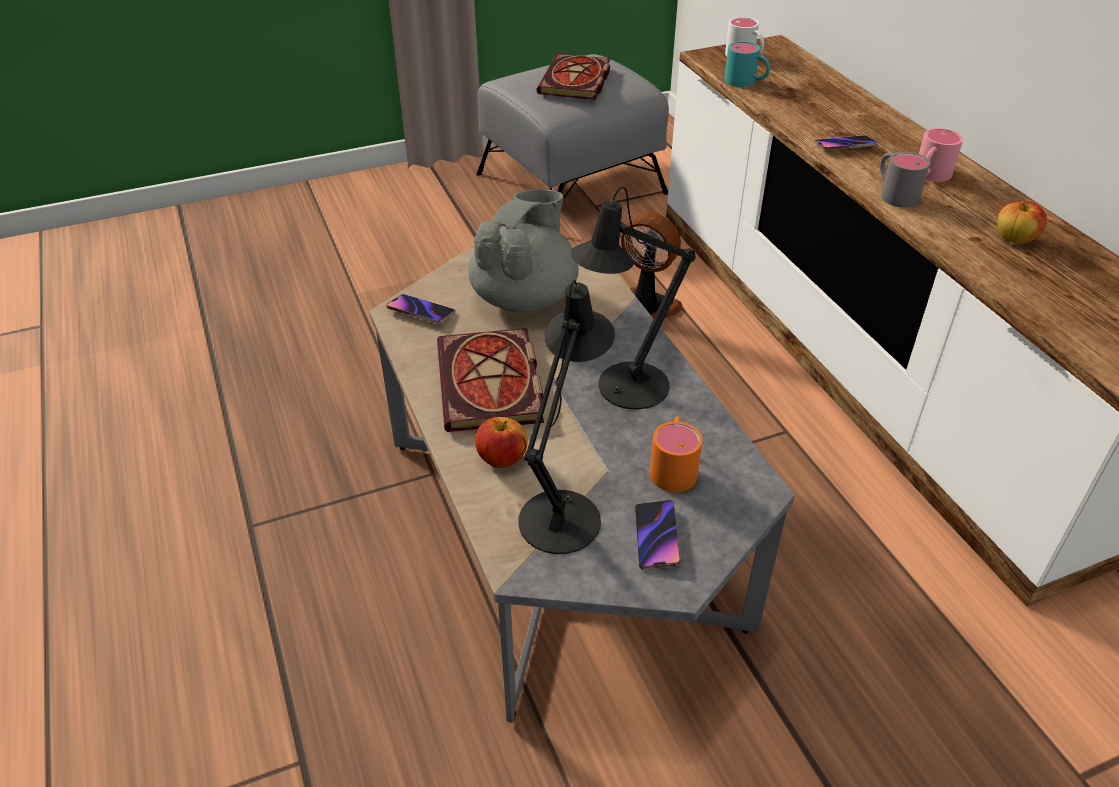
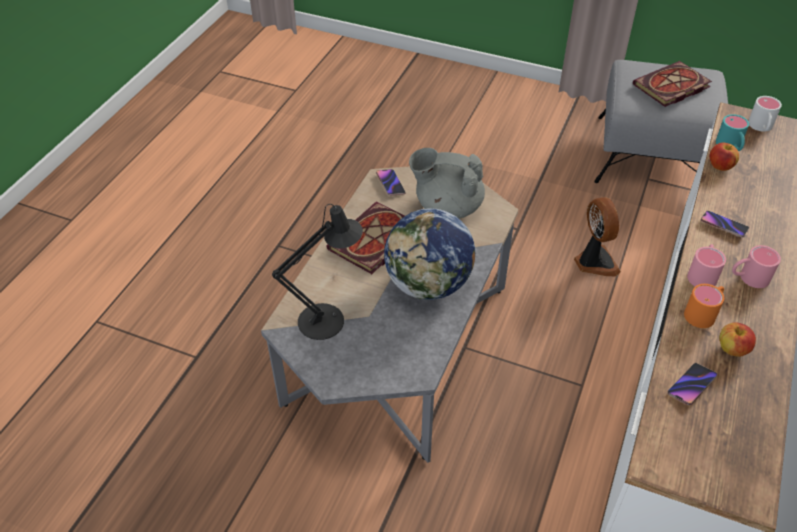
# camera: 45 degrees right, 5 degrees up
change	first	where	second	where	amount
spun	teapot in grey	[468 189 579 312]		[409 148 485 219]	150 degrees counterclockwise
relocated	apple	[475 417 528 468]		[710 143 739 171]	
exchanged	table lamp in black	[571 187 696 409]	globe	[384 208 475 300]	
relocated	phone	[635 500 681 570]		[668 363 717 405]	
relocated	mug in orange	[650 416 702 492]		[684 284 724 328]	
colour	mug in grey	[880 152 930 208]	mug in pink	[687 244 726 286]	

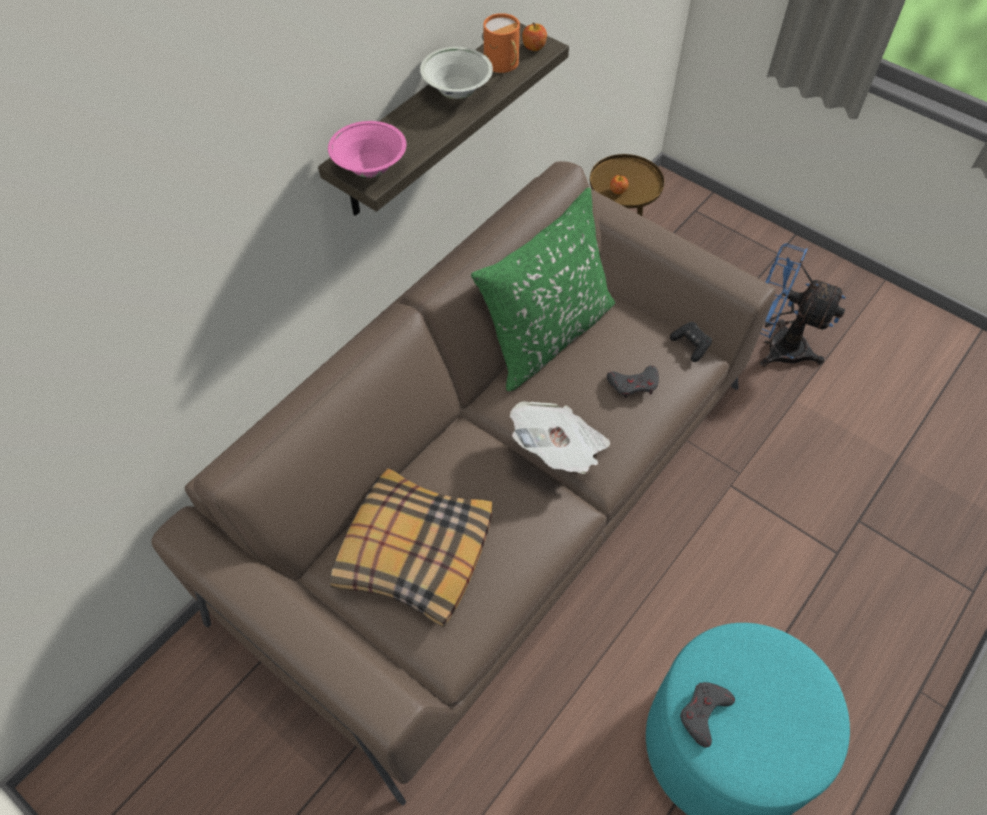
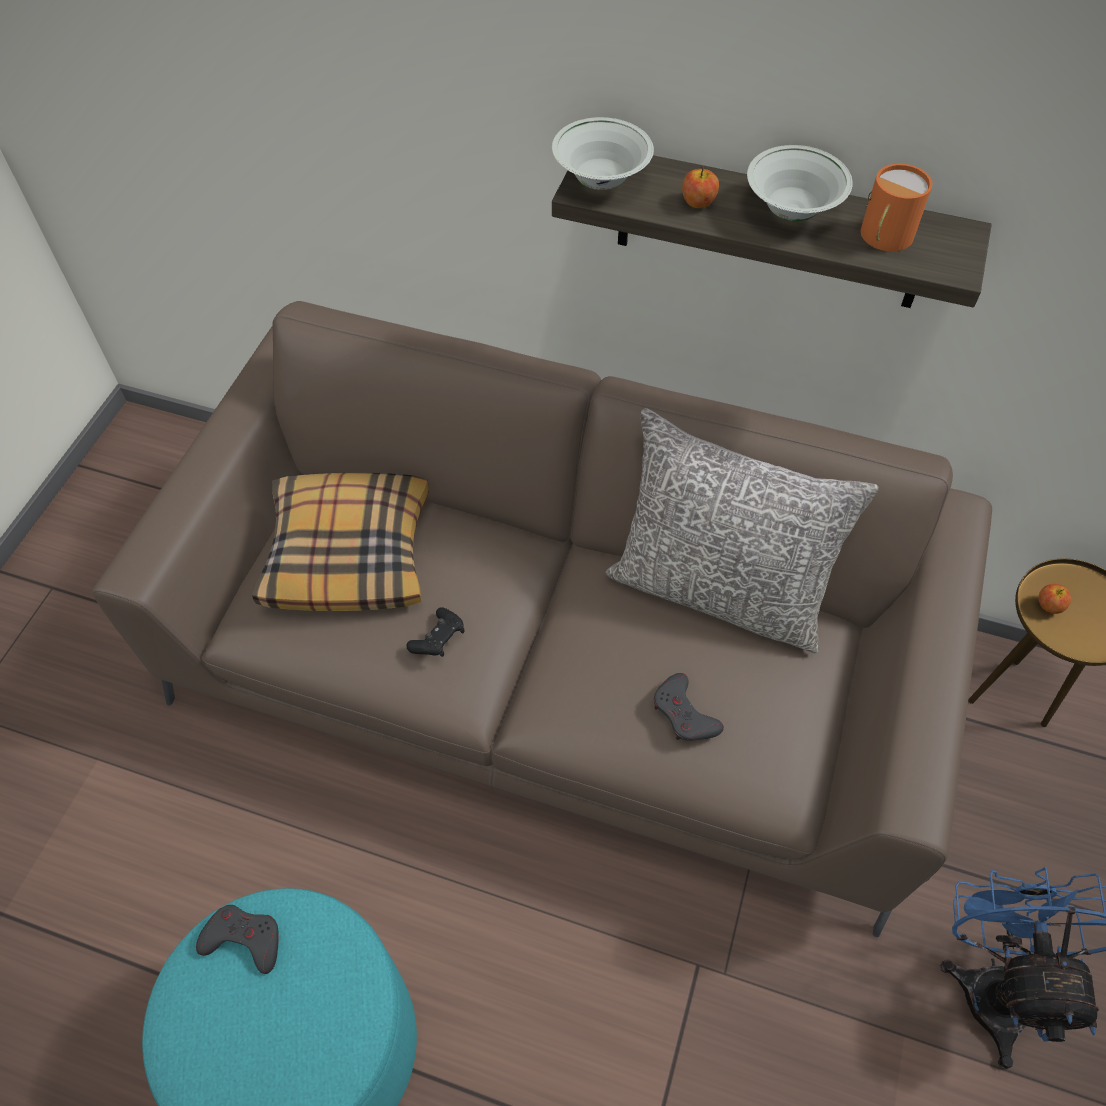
# camera: 70 degrees right, 0 degrees up
change	first	where	second	where	amount
colour	bowl in pink	[328 121 406 178]	bowl in white	[552 117 654 190]	
colour	pillow in green	[471 187 615 391]	pillow in grey	[606 408 879 653]	
missing	newspaper	[510 401 610 474]			
relocated	apple	[522 22 547 51]		[682 166 719 208]	
relocated	game controller in black	[670 322 712 362]		[406 607 464 657]	

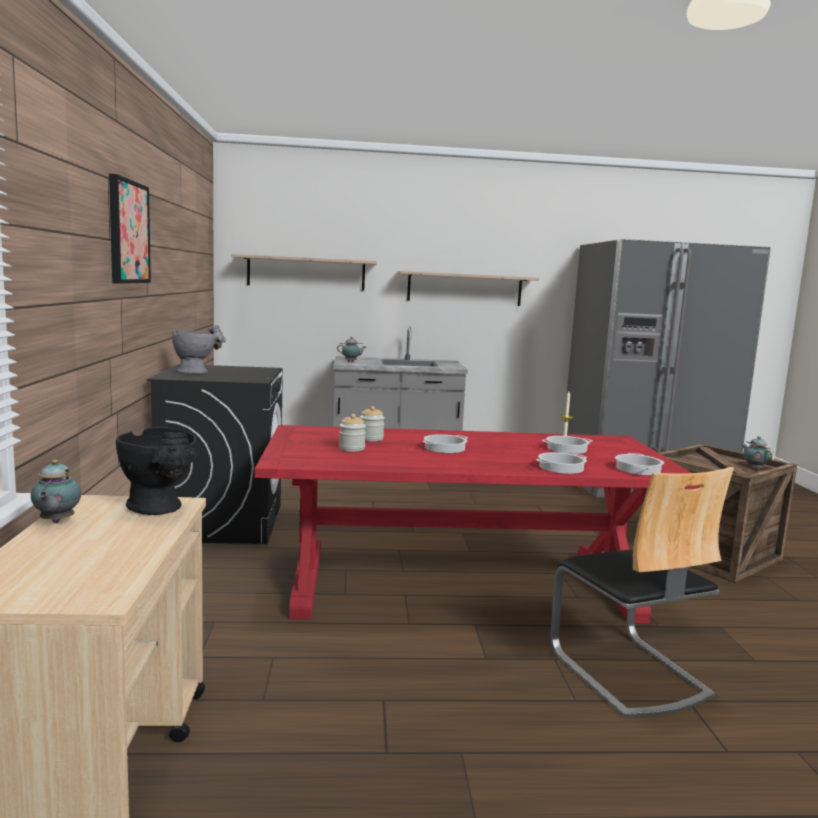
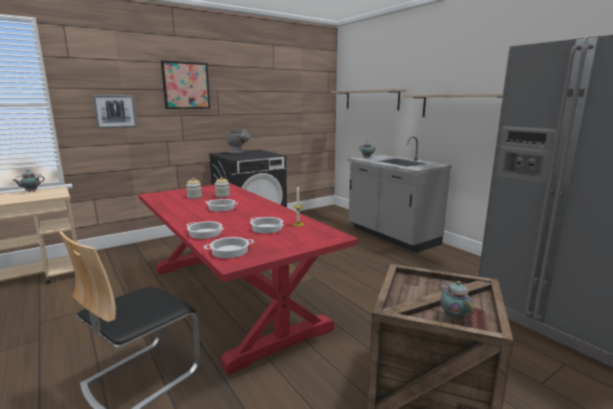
# camera: 60 degrees right, 5 degrees up
change	first	where	second	where	amount
missing	vase in black	[116 427 198 515]			
spun	teapot	[741 436 773 470]		[440 281 474 321]	60 degrees counterclockwise
appeared			picture	[92 95 137 129]	

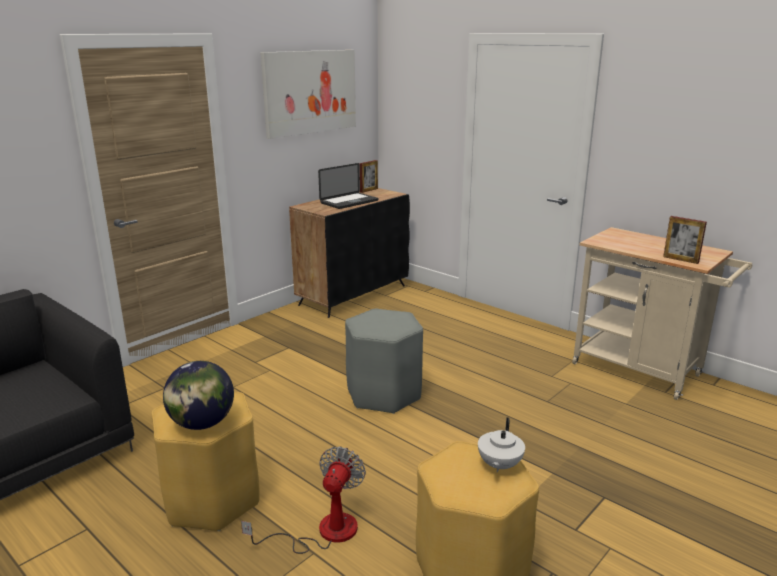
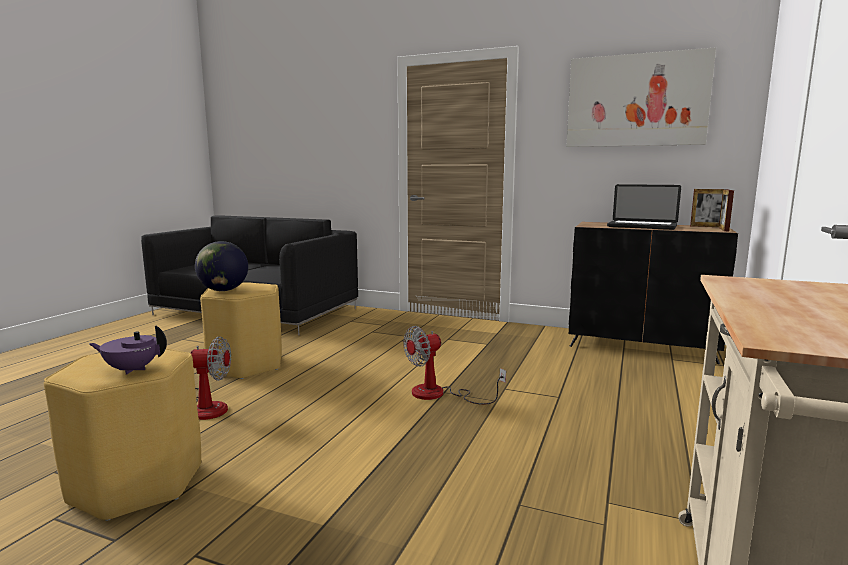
# camera: 70 degrees right, 10 degrees down
change	first	where	second	where	amount
exchanged	stool in grey	[345 309 423 414]	fan	[403 326 506 405]	
colour	teapot in white	[478 417 525 473]	teapot in purple	[89 326 167 375]	
relocated	picture frame	[663 216 707 264]		[719 189 734 231]	

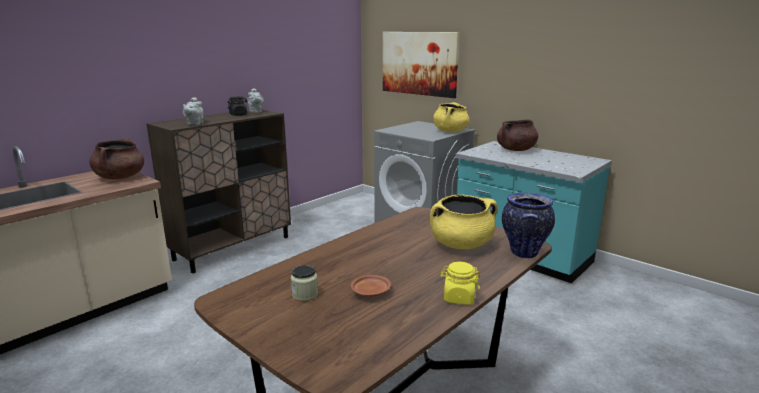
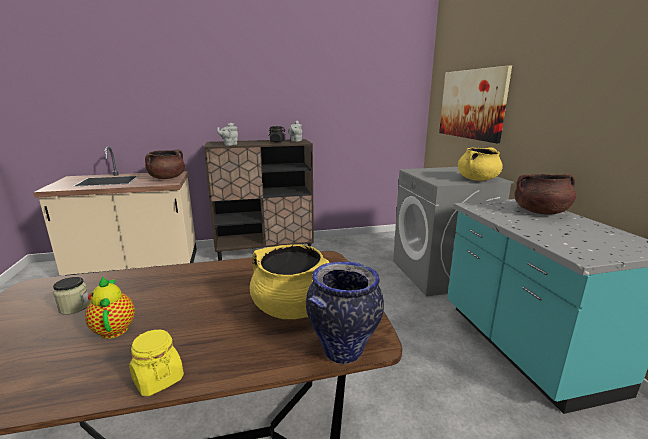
# camera: 35 degrees right, 0 degrees up
change	first	where	second	where	amount
exchanged	plate in brown	[350 275 391 297]	teapot	[85 277 135 339]	

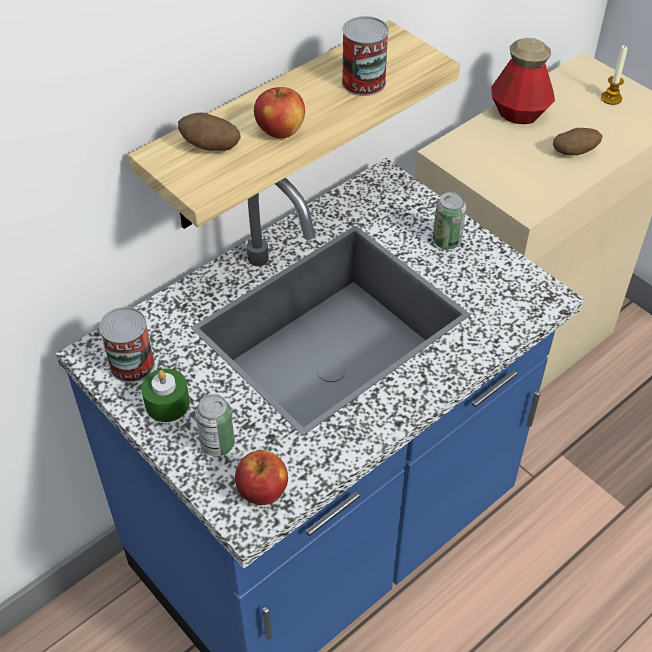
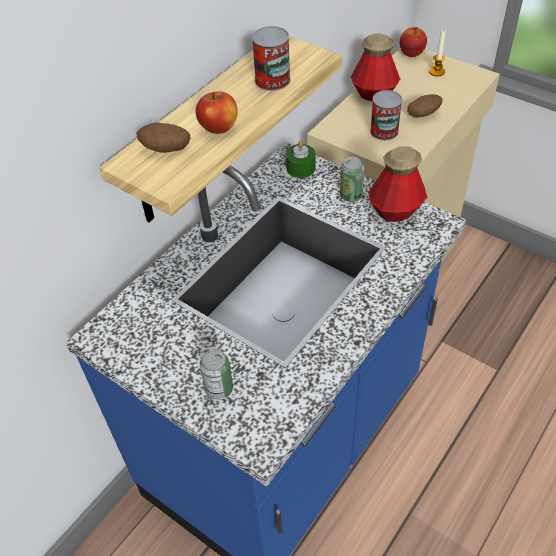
# camera: 10 degrees left, 0 degrees up
change	first	where	second	where	amount
relocated	can	[99 307 155 382]		[370 90 402 141]	
relocated	candle in green	[141 368 190 422]		[286 140 315 178]	
relocated	apple	[235 450 288 505]		[400 27 427 57]	
appeared			bottle	[368 146 427 222]	

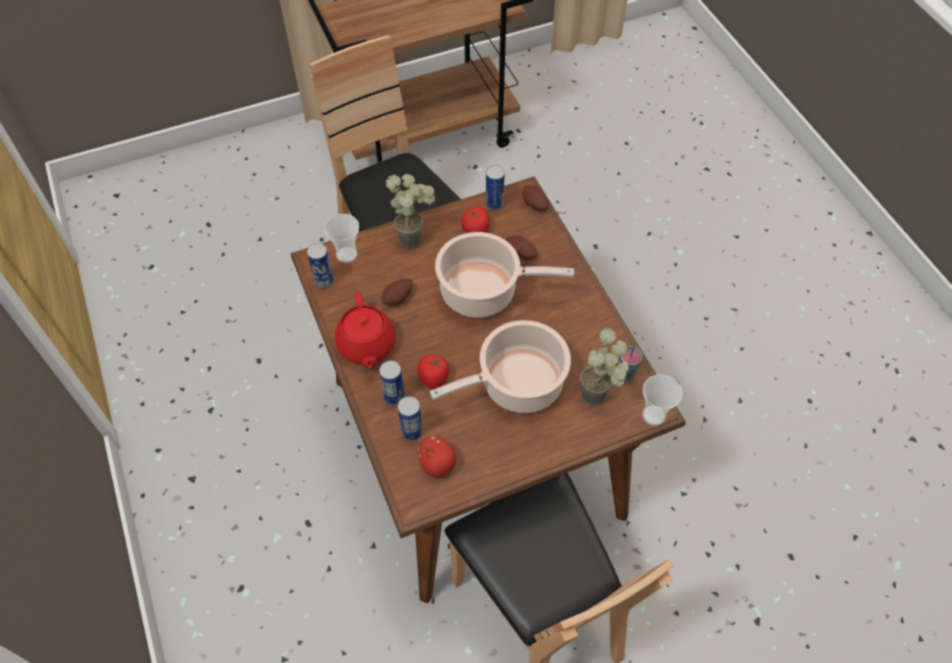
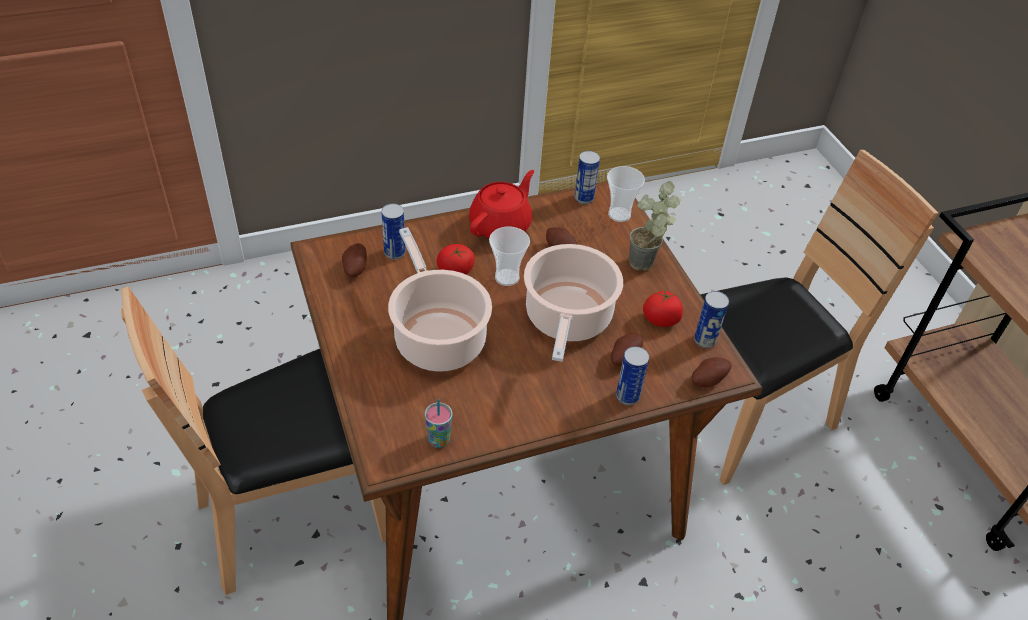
# camera: 90 degrees right, 10 degrees down
change	first	where	second	where	amount
spun	teapot in red	[335 292 396 369]		[469 170 534 238]	135 degrees clockwise
relocated	can	[379 361 405 405]		[616 346 649 405]	
exchanged	apple	[418 436 456 478]	potato	[342 243 367 277]	
missing	potted plant	[580 328 629 406]			
relocated	cup	[642 374 683 426]		[489 227 530 286]	

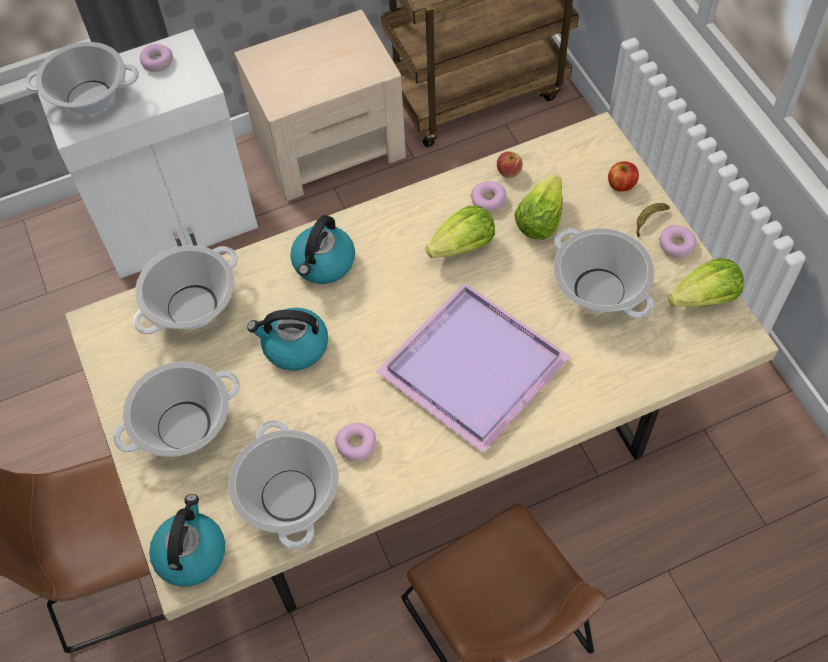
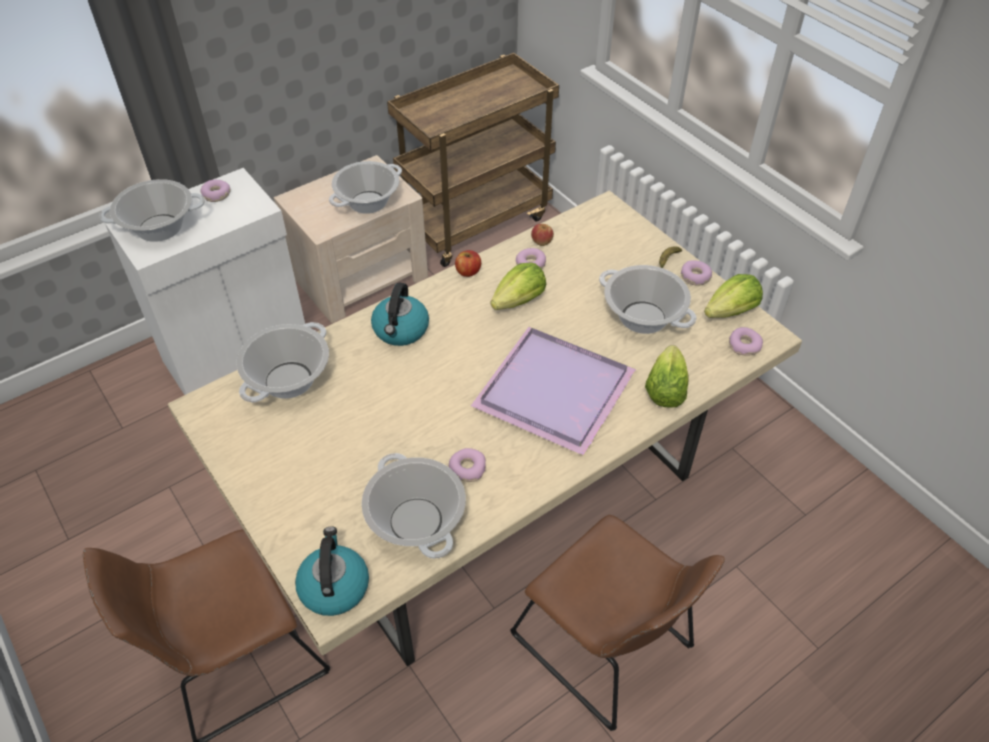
# camera: 15 degrees left, 10 degrees down
change	first	where	second	where	amount
relocated	cooking pot	[113 361 240 457]		[329 161 402 214]	
missing	kettle	[247 307 328 371]			
relocated	lettuce	[514 174 563 240]		[645 345 688 408]	
relocated	apple	[608 161 639 192]		[455 250 481 277]	
appeared			donut	[729 327 763 355]	

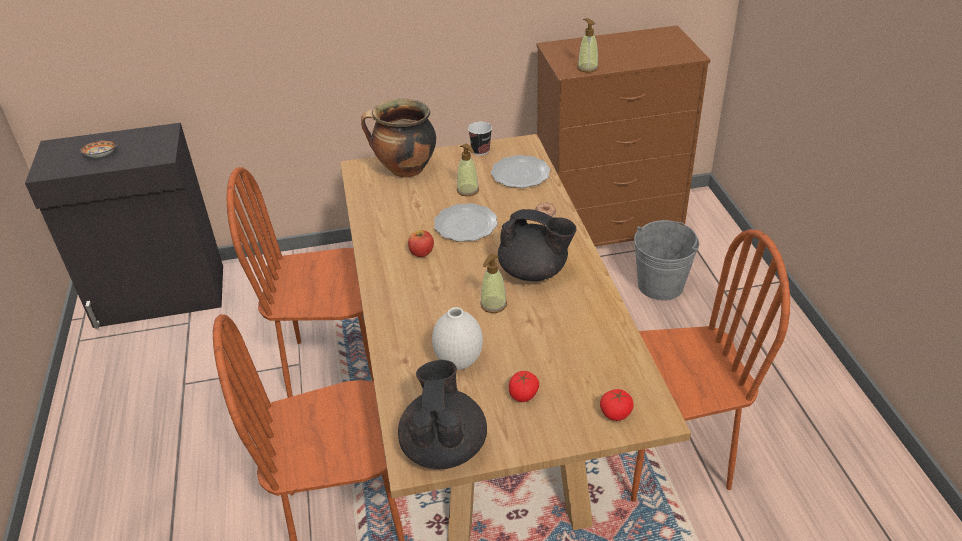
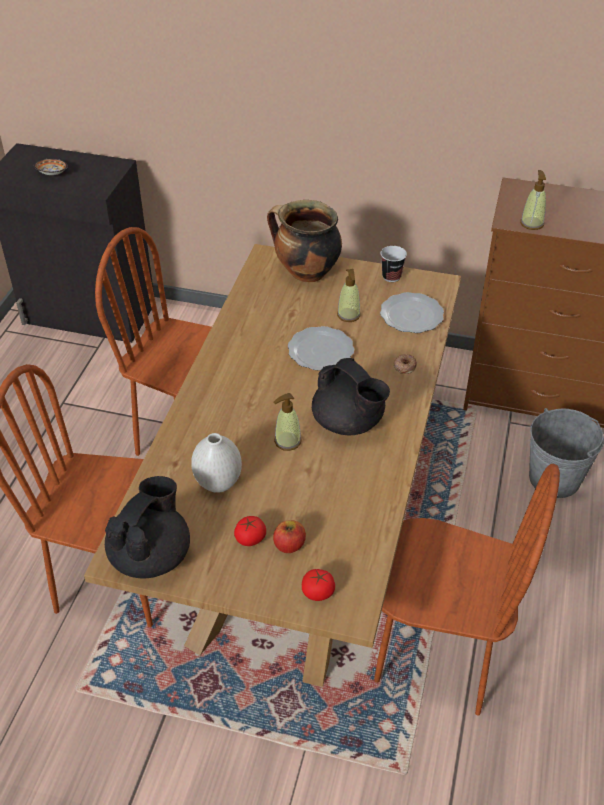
# camera: 25 degrees right, 5 degrees up
change	first	where	second	where	amount
relocated	apple	[408 230 434 257]		[273 520 306 553]	

